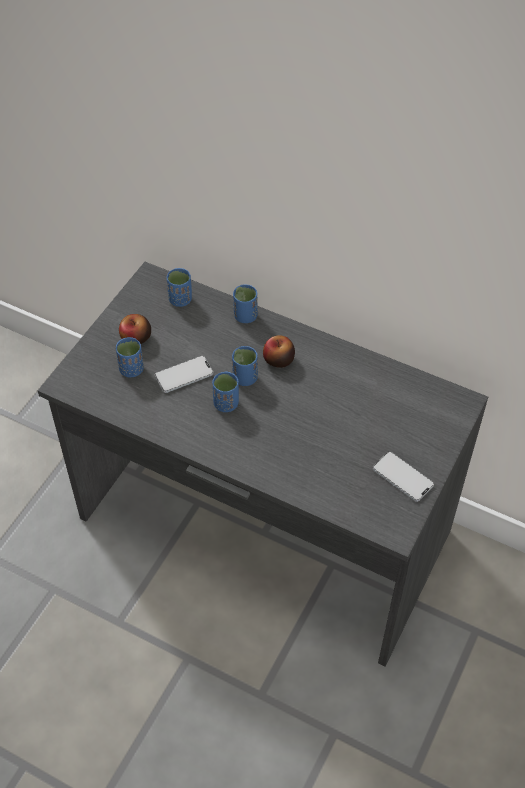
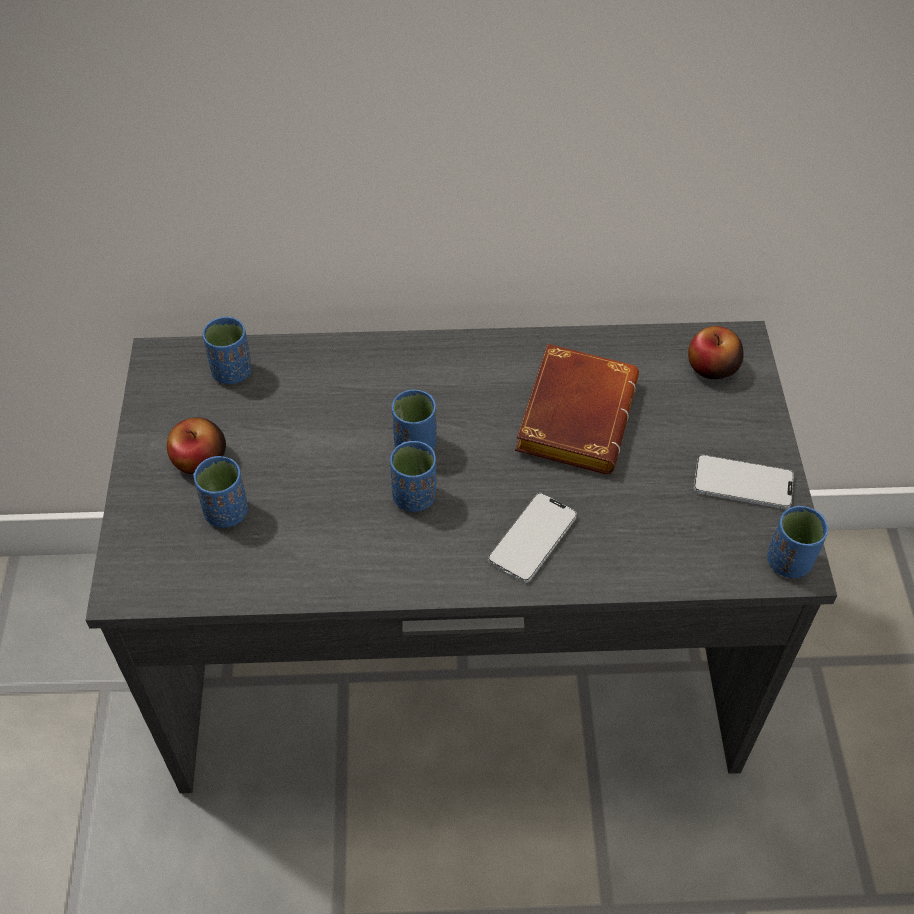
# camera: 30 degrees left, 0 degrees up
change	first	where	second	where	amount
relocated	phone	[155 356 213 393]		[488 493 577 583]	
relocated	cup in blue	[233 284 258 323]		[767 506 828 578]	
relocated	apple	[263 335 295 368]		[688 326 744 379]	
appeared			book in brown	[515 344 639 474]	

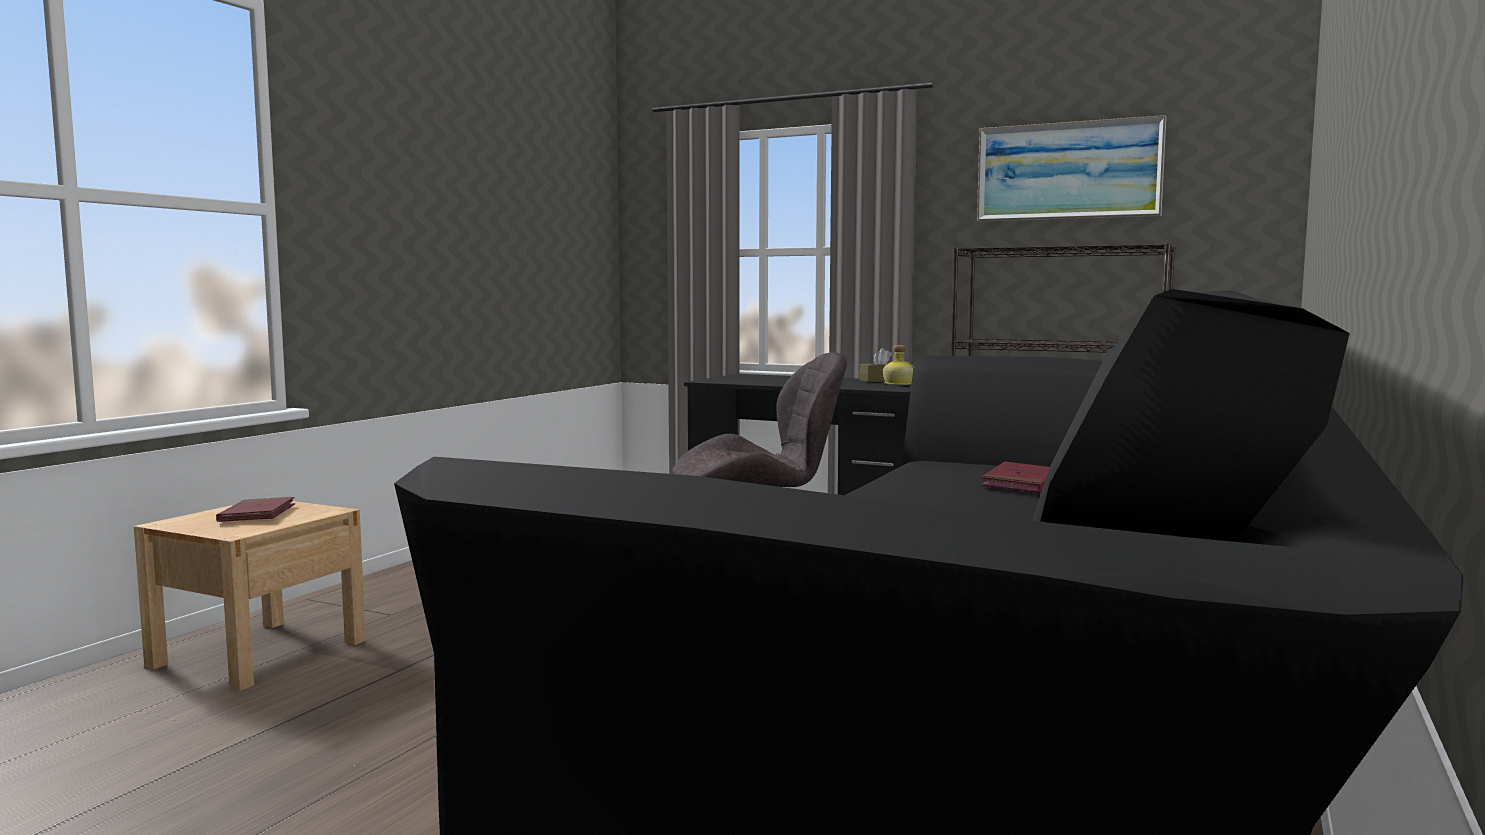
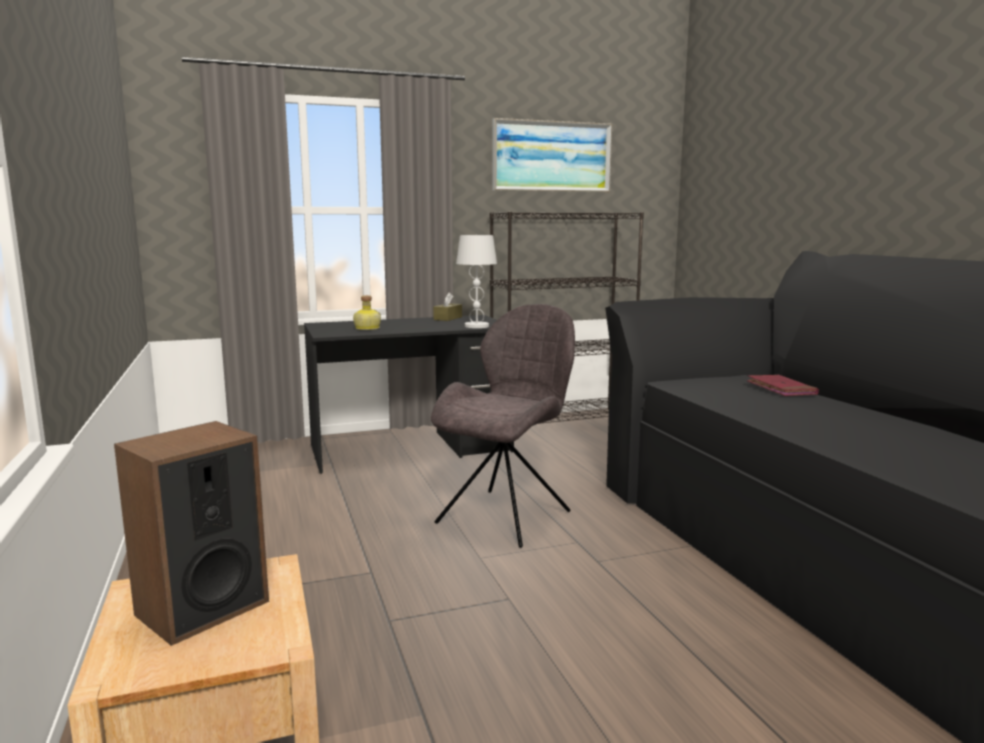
# camera: 45 degrees left, 5 degrees up
change	first	where	second	where	amount
exchanged	book in red	[216 497 295 522]	speaker	[114 421 269 646]	
relocated	bottle	[883 345 914 385]		[353 295 381 330]	
appeared			table lamp in white	[456 235 497 328]	

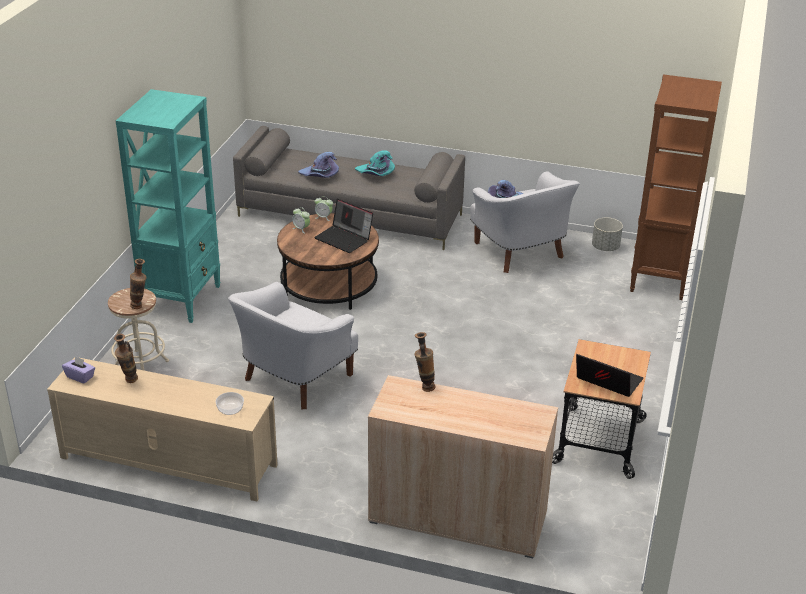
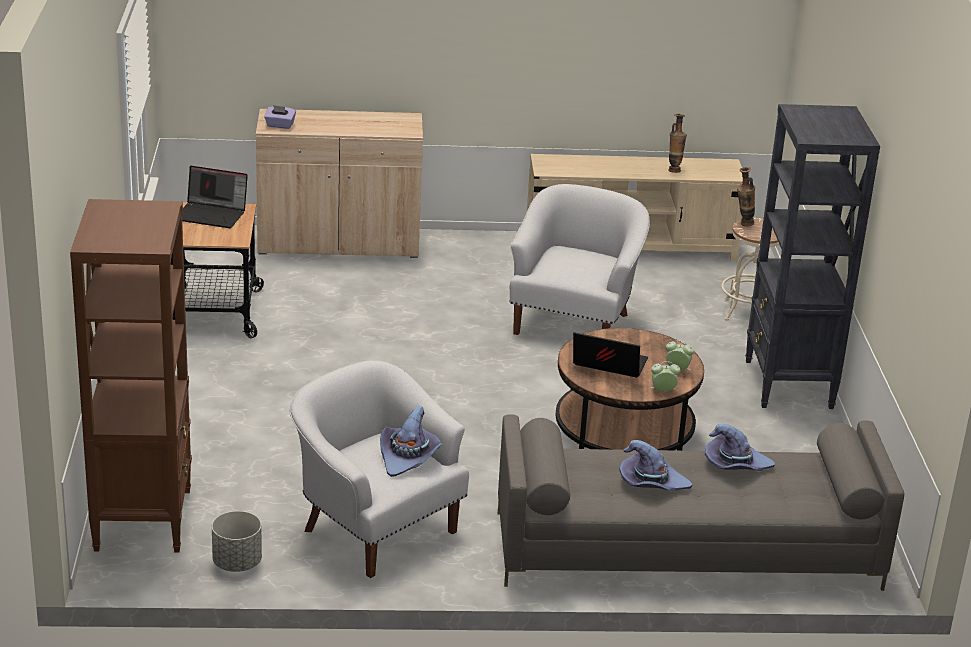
# camera: 160 degrees right, 5 degrees down
change	first	where	second	where	amount
relocated	tissue box in purple	[62 356 95 384]		[264 105 296 129]	
colour	bookcase in turquoise	[116 89 221 323]	bookcase in black	[745 104 880 409]	
missing	bowl	[216 392 244 415]			
colour	hat in turquoise	[355 150 395 176]	hat in purple	[619 440 693 491]	
missing	vase	[414 332 436 392]			

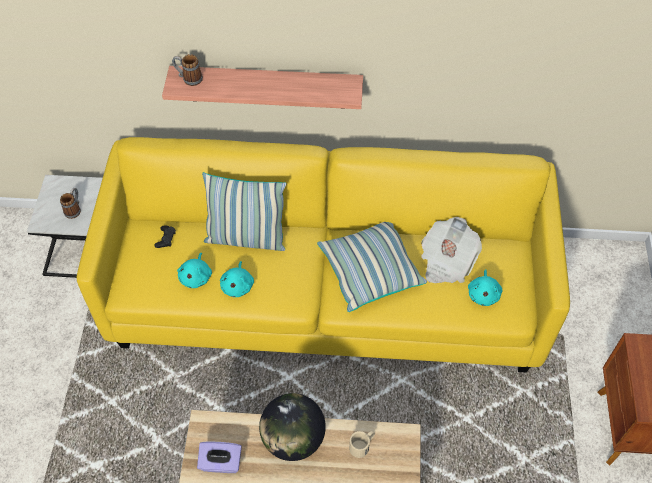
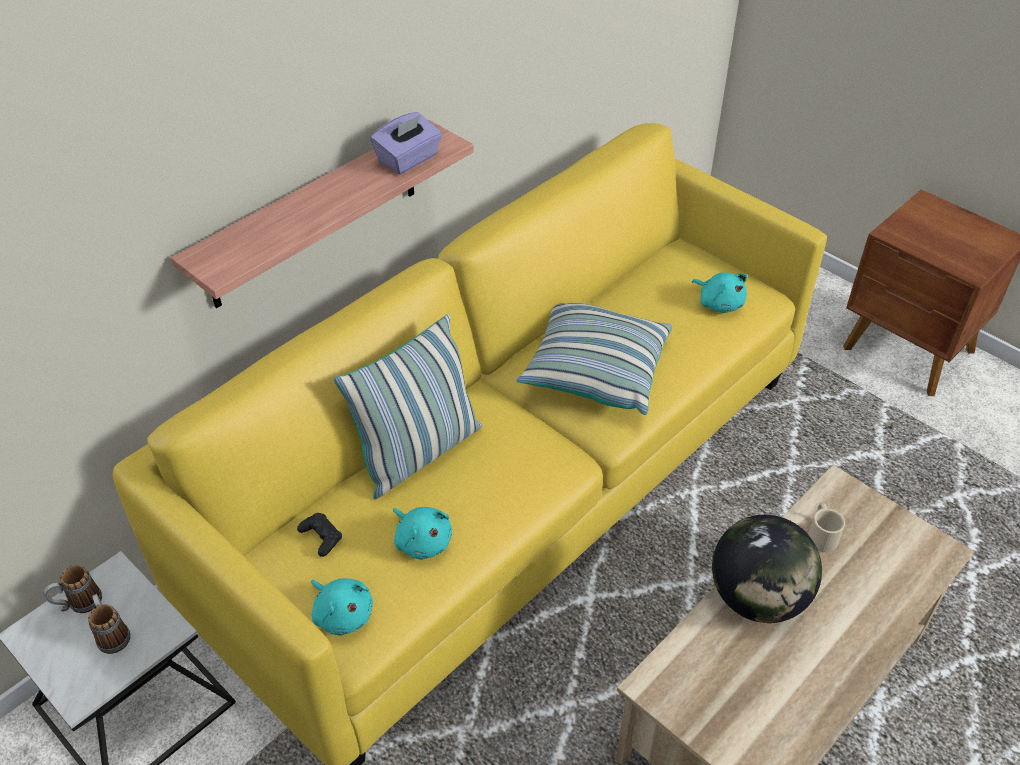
# camera: 50 degrees left, 10 degrees down
change	first	where	second	where	amount
relocated	mug	[172 54 203 86]		[43 565 102 613]	
relocated	tissue box in purple	[197 442 242 473]		[370 112 442 174]	
relocated	plush toy in turquoise	[220 261 254 297]		[311 578 373 636]	
missing	newspaper	[421 217 482 283]			

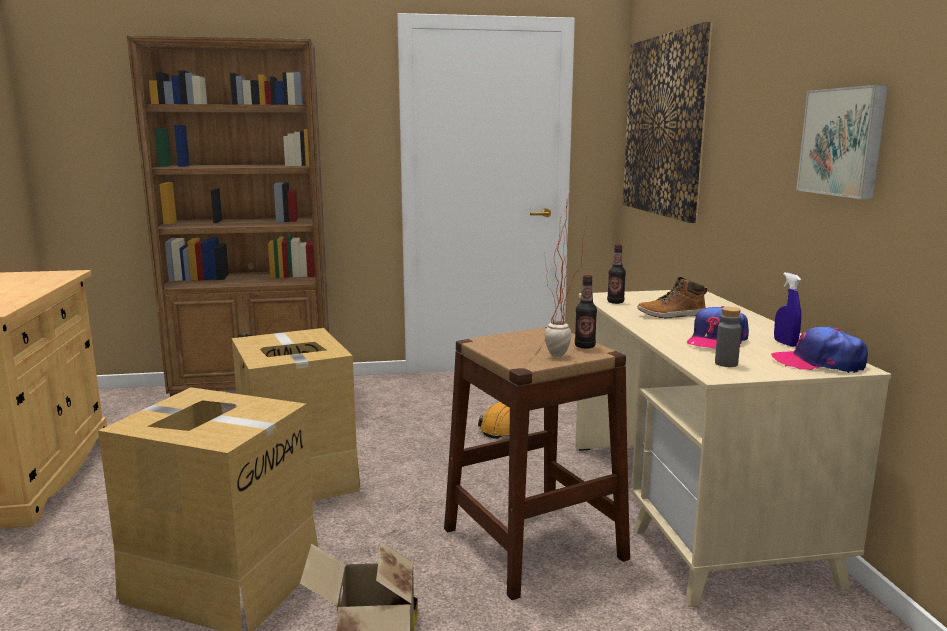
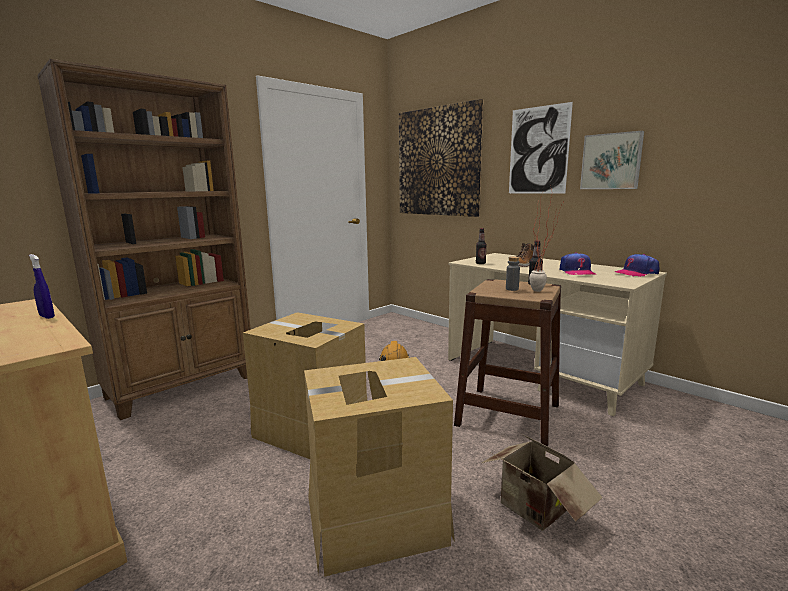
# camera: 35 degrees left, 0 degrees up
change	first	where	second	where	amount
relocated	bottle in grey	[715 307 741 367]		[506 256 520 291]	
relocated	spray bottle in blue	[774 272 801 347]		[29 254 55 319]	
appeared			picture	[509 102 573 194]	

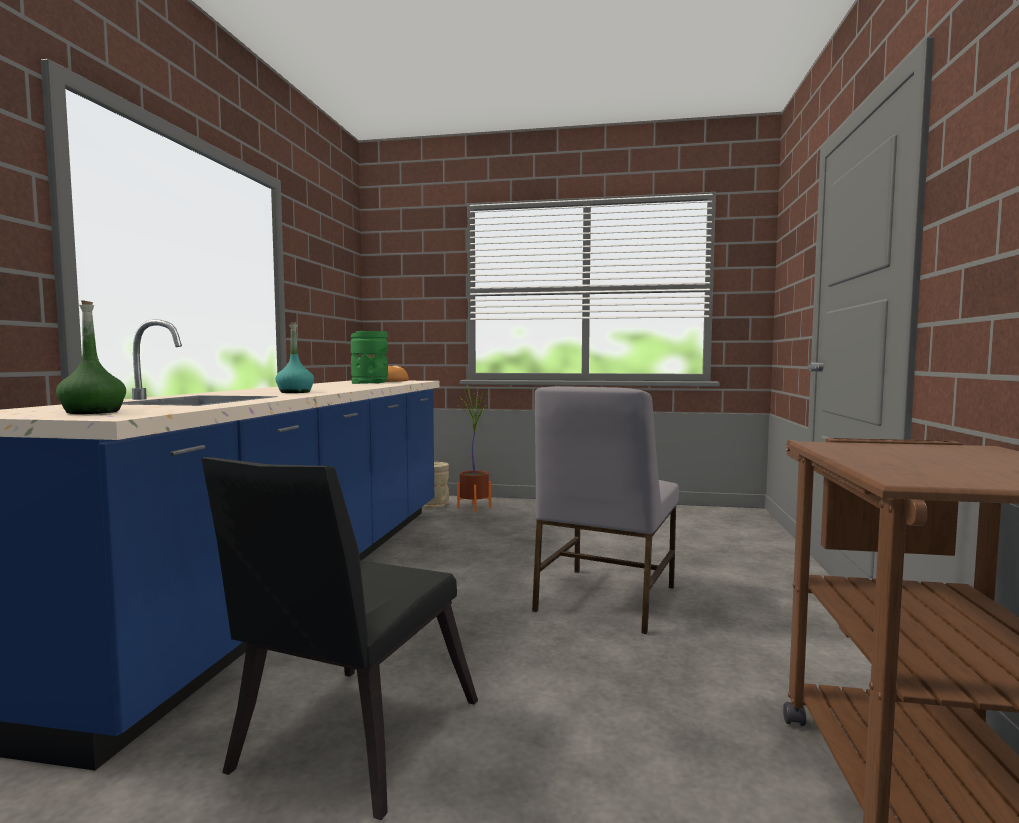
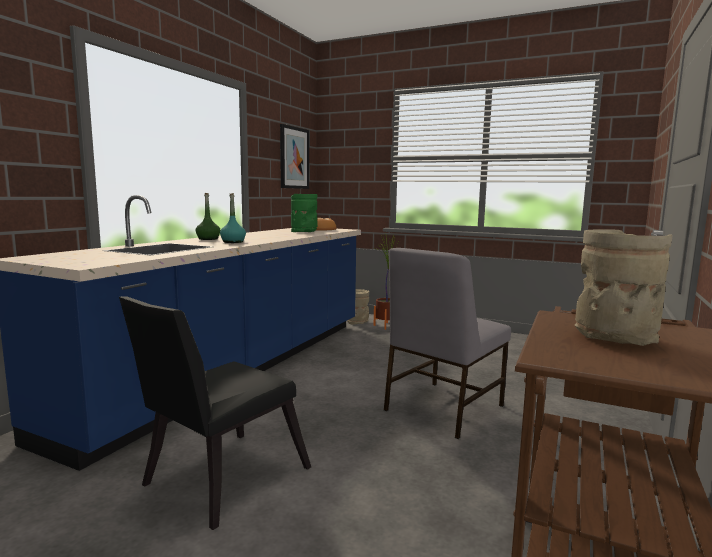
# camera: 15 degrees right, 5 degrees up
change	first	where	second	where	amount
relocated	bottle in green	[56 300 126 414]		[195 193 220 240]	
appeared			picture	[280 124 309 189]	
appeared			vase in beige	[575 229 672 346]	

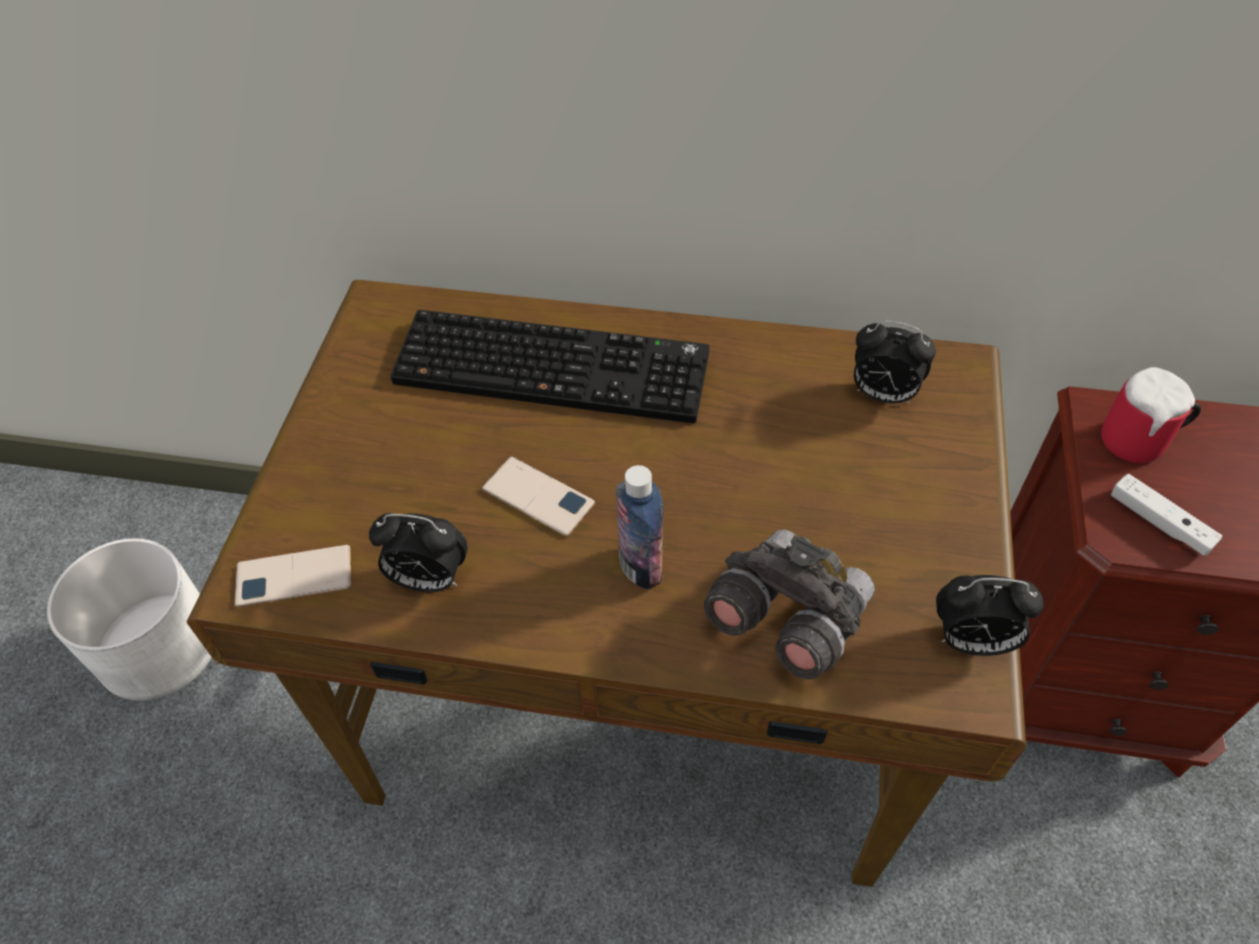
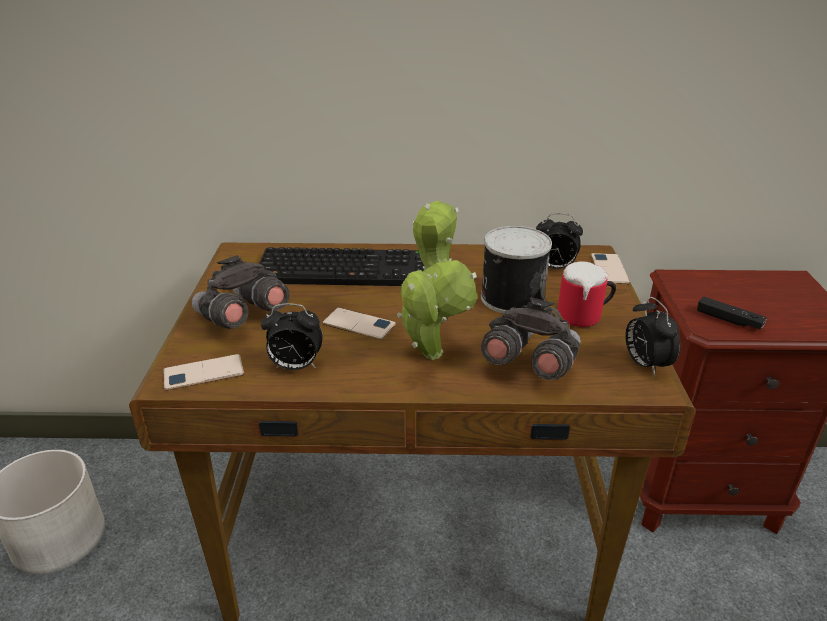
# camera: 10 degrees left, 20 degrees down
change	first	where	second	where	amount
exchanged	bottle	[616 465 663 589]	potted plant	[397 200 477 360]	
spun	alarm clock	[936 575 1044 656]		[625 297 680 377]	75 degrees clockwise
relocated	mug	[1101 367 1201 463]		[558 261 616 327]	
colour	game controller in white	[1111 474 1222 556]	game controller in black	[697 297 767 329]	
appeared			binoculars in grey	[192 255 289 329]	
appeared			can	[481 226 552 314]	
appeared			phone	[591 253 630 284]	

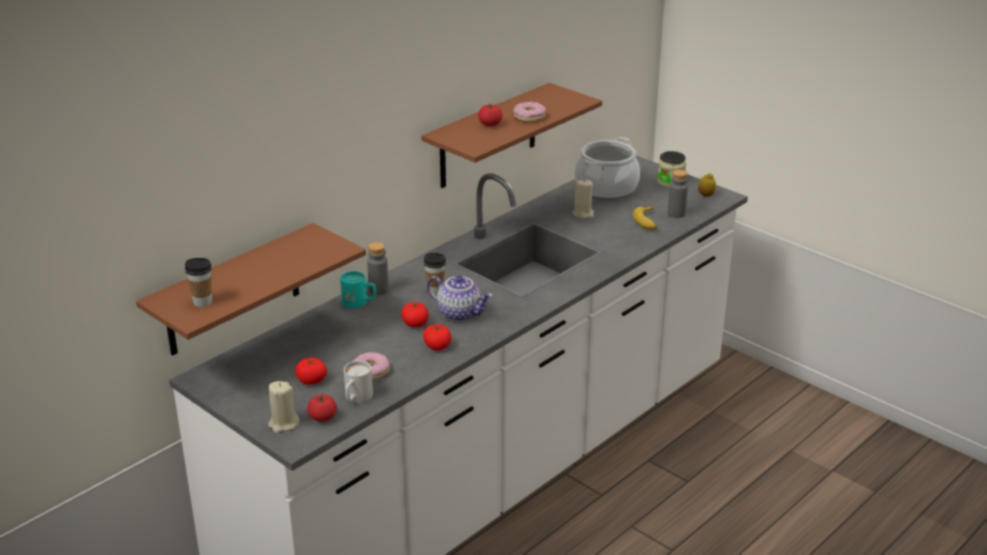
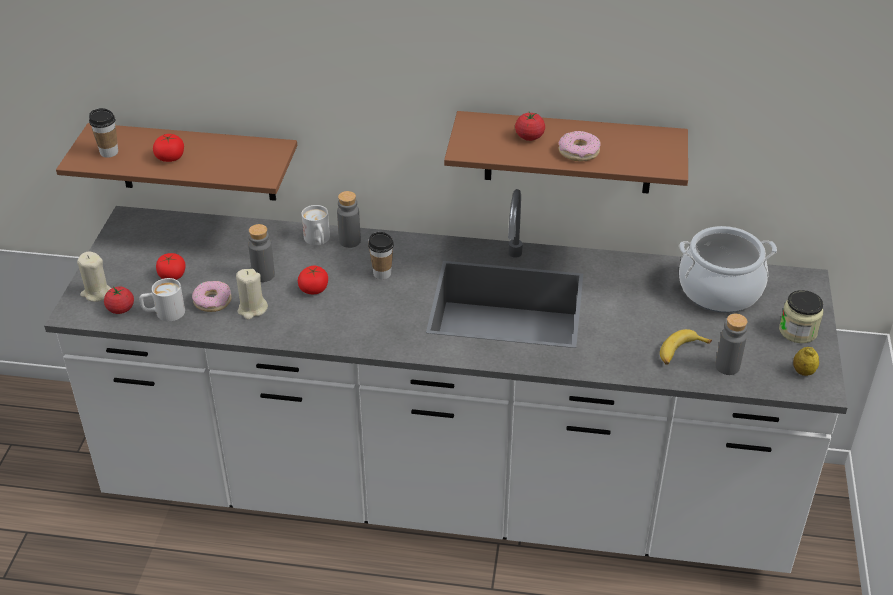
# camera: 55 degrees right, 10 degrees up
change	first	where	second	where	amount
colour	mug in turquoise	[340 271 376 308]	mug in white	[301 205 330 245]	
relocated	tomato	[423 324 451 350]		[153 134 184 162]	
missing	teapot	[427 275 492 321]			
relocated	candle in beige	[572 179 594 219]		[236 269 268 320]	
appeared			bottle in grey	[248 224 275 282]	

